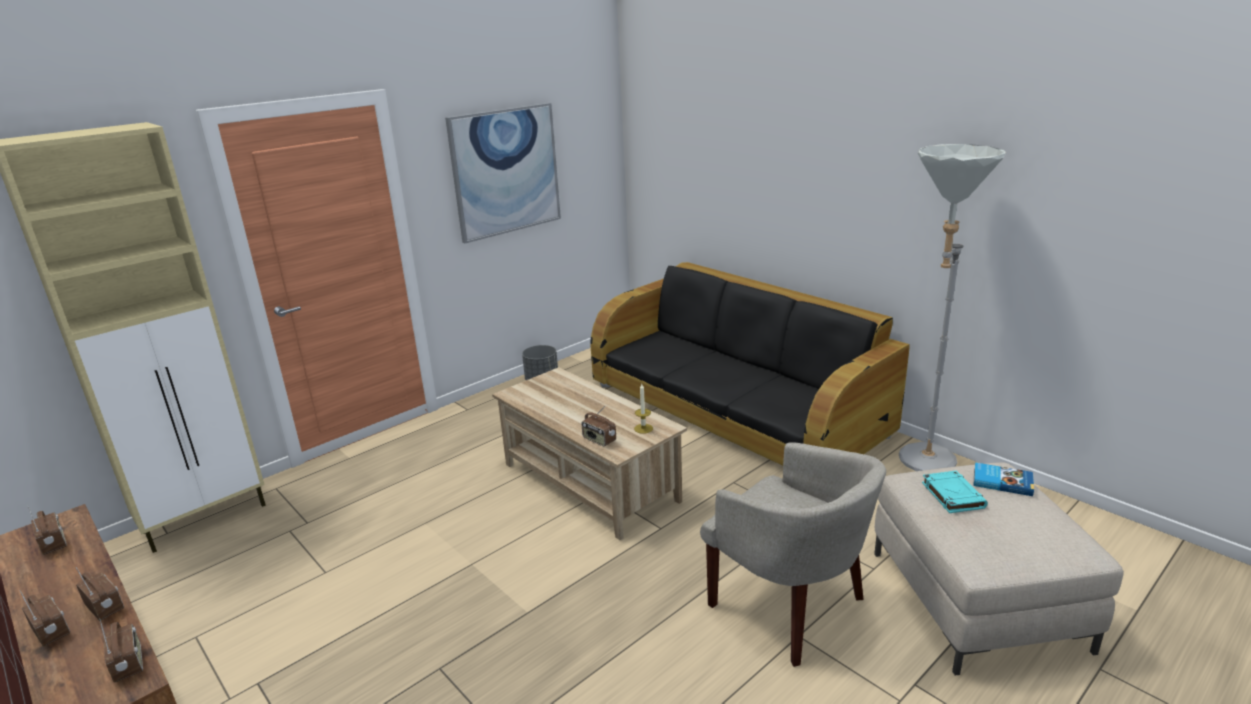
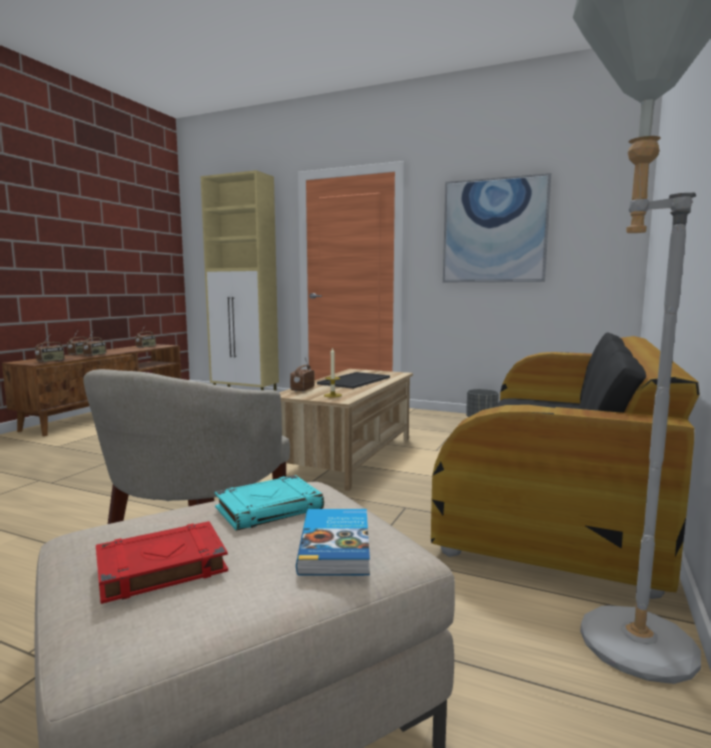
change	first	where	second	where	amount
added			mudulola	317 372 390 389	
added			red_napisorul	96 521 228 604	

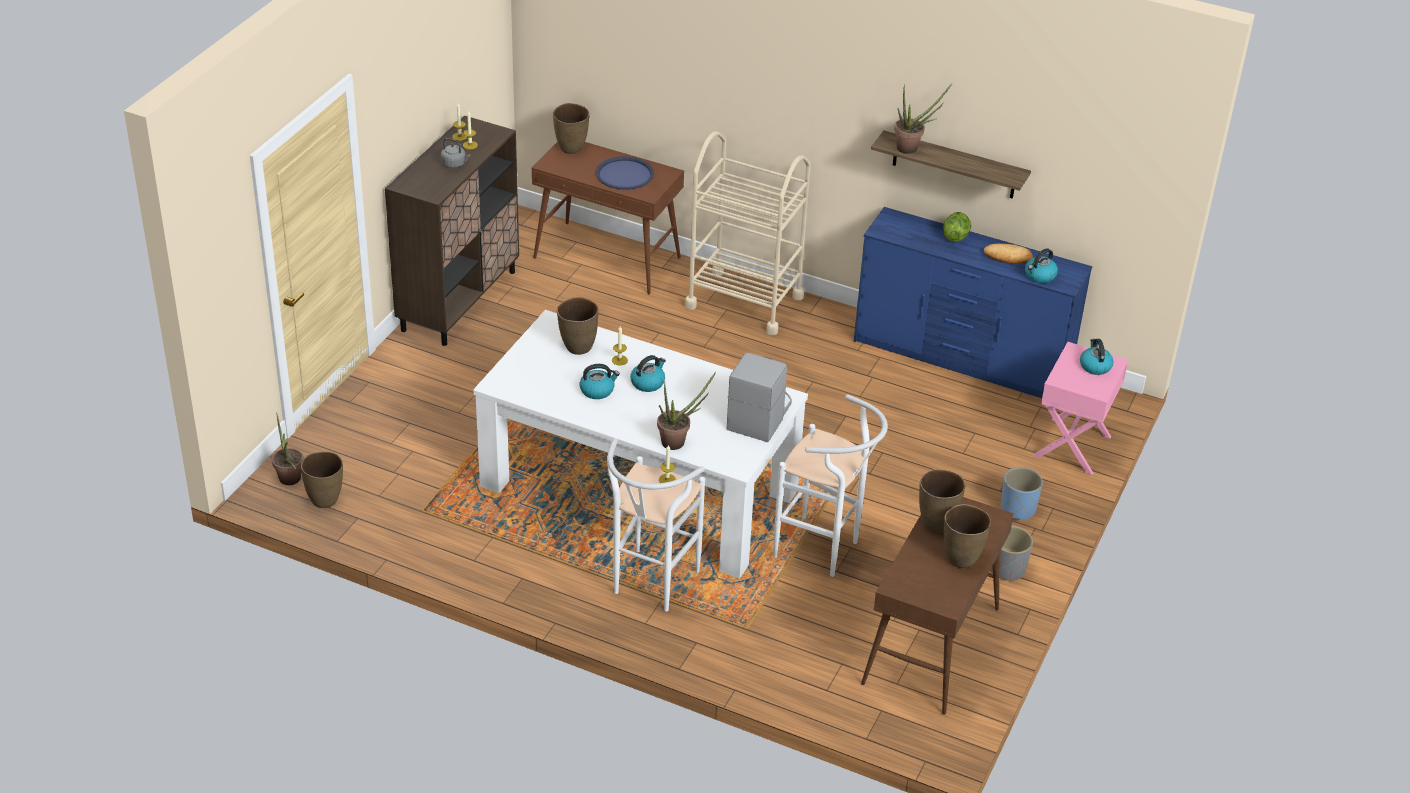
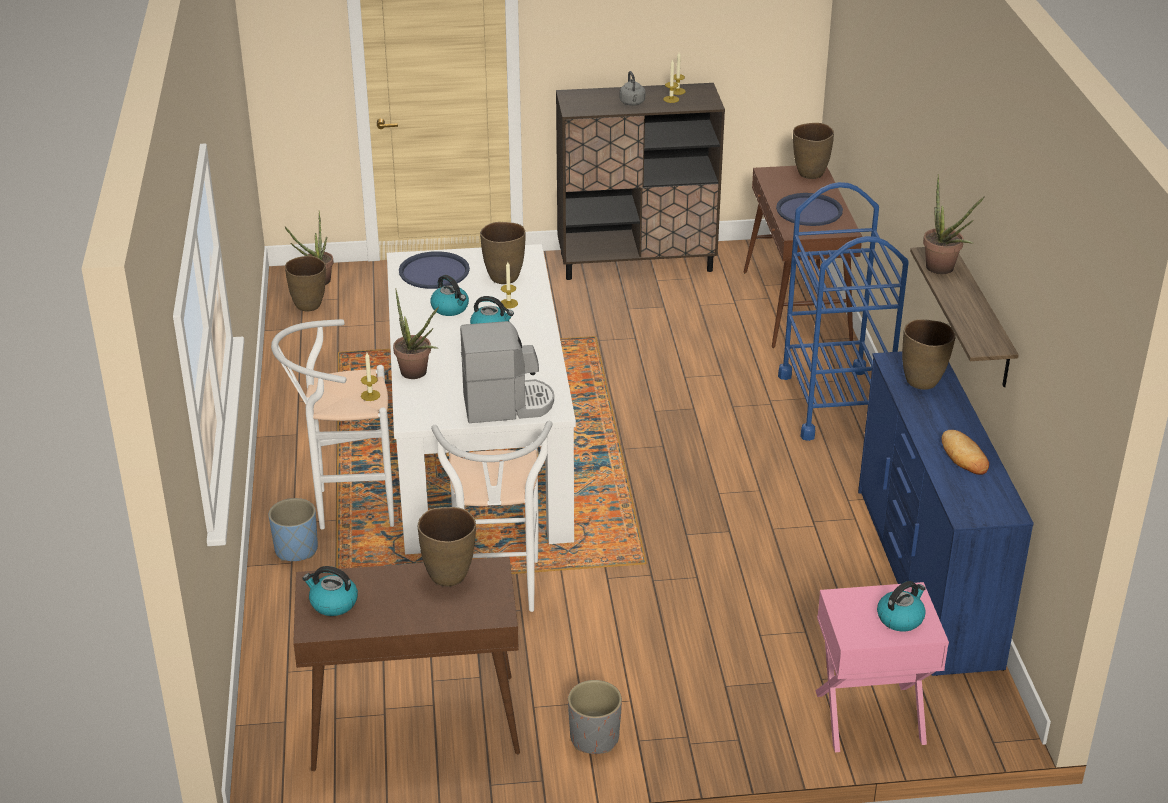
change	first	where	second	where	amount
recoloured	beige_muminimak	685 131 811 335	blue_muminimak	778 182 909 441	
removed	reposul	943 212 971 242			
moved	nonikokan	1025 248 1058 283		303 566 358 616	
moved	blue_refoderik	1001 467 1043 520		269 498 318 561	
moved	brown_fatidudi	943 504 991 568		902 319 956 390	
added			blue_mudulola	399 251 470 289	

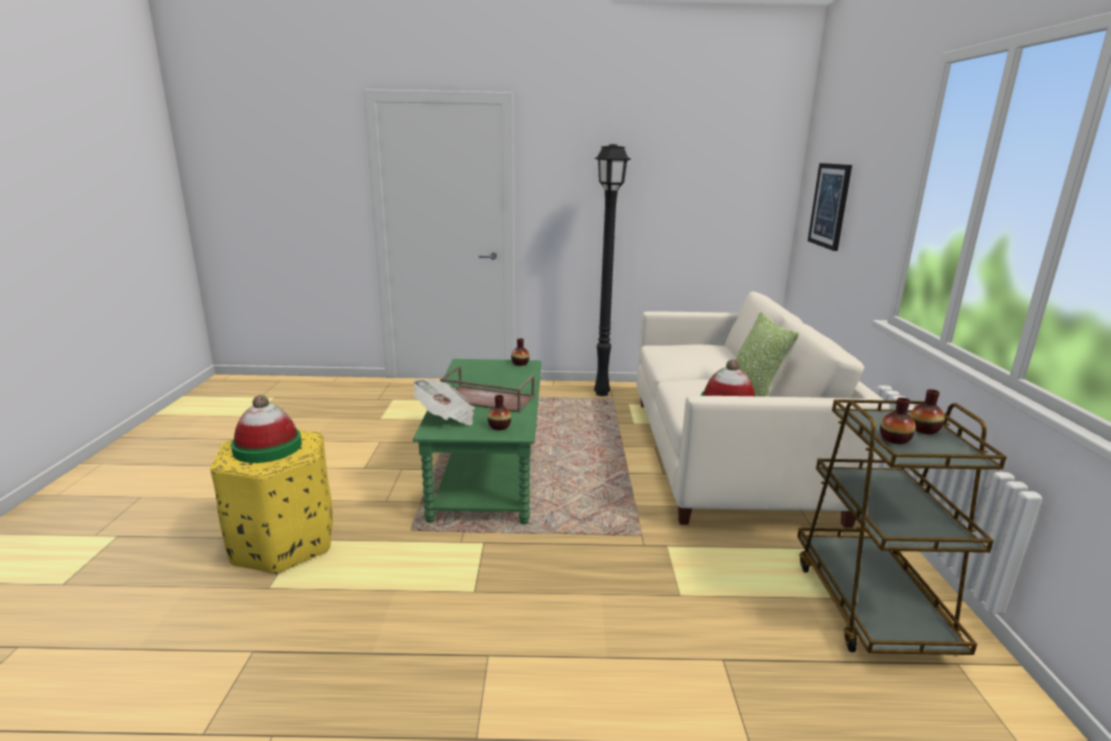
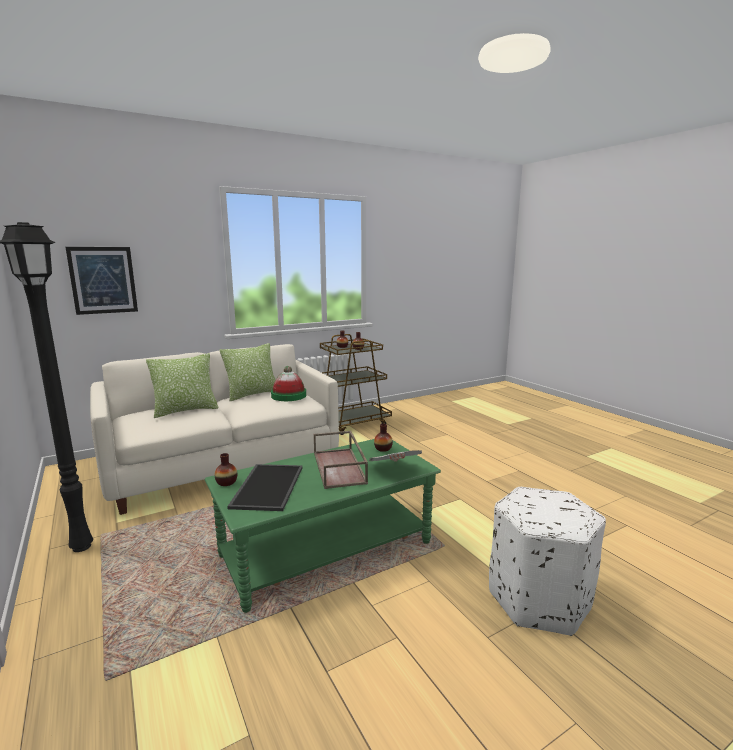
change	first	where	second	where	amount
removed	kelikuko	231 395 302 463			
recoloured	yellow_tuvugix	210 430 333 575	white_tuvugix	489 487 606 636	
added			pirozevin	146 353 218 418	
added			mudulola	227 464 302 511	

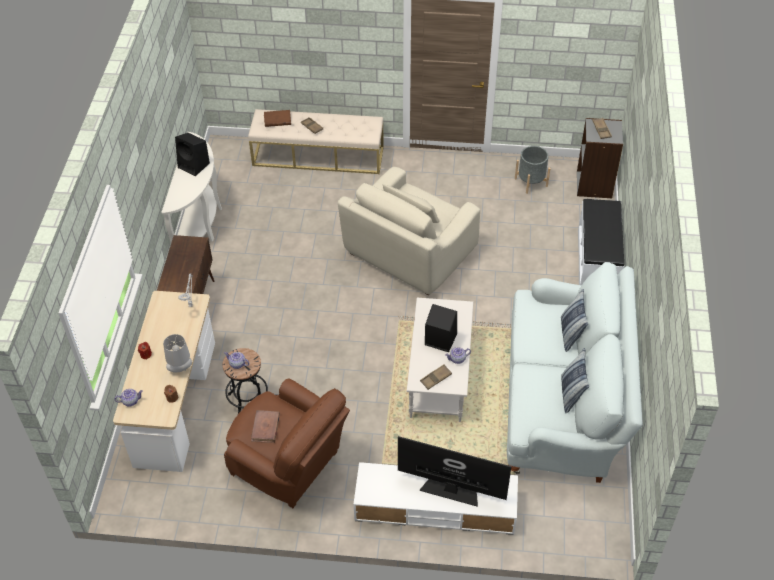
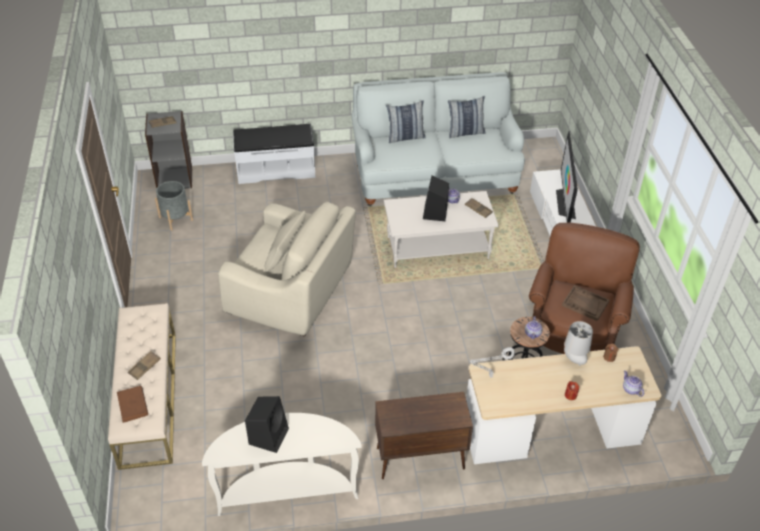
change	first	where	second	where	amount
replaced	brown_napisorul	251 410 280 443	brown_mudulola	562 285 609 321	

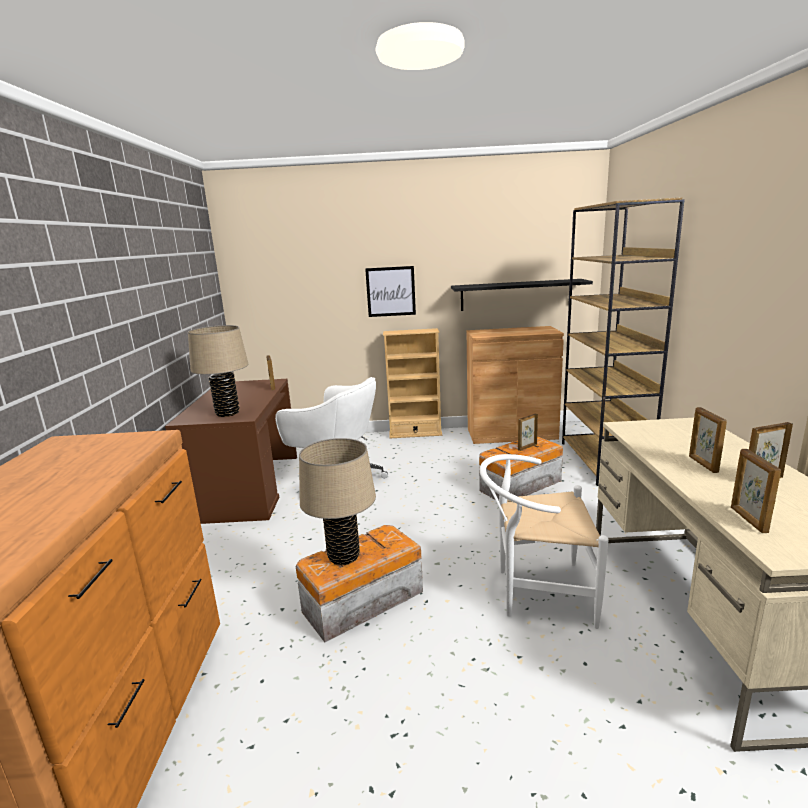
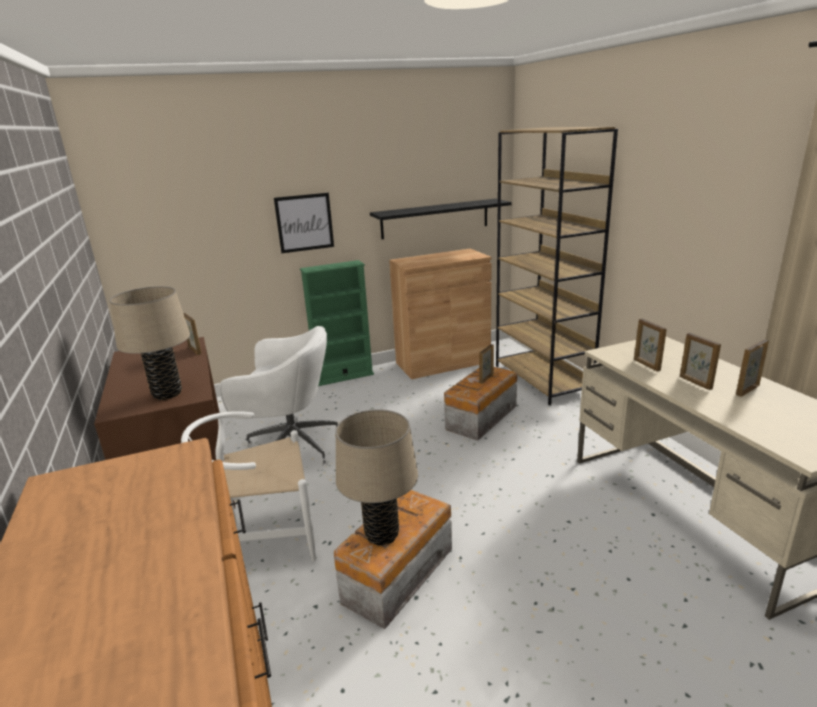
change	first	where	second	where	amount
recoloured	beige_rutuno	383 328 442 438	green_rutuno	300 260 374 386	
moved	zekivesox	731 449 781 533		634 319 667 372	
moved	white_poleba	480 454 608 629		181 411 316 562	

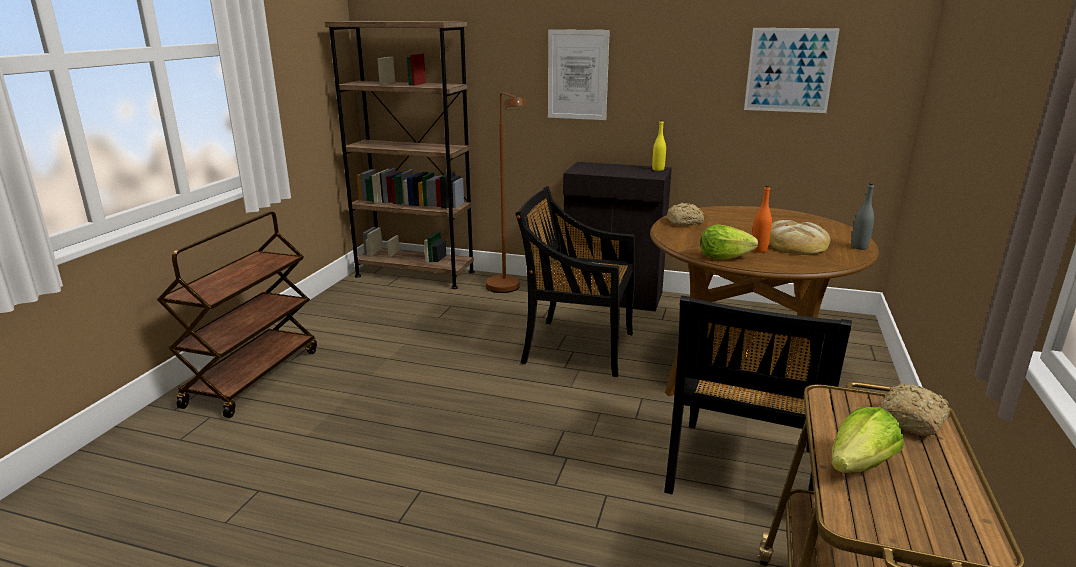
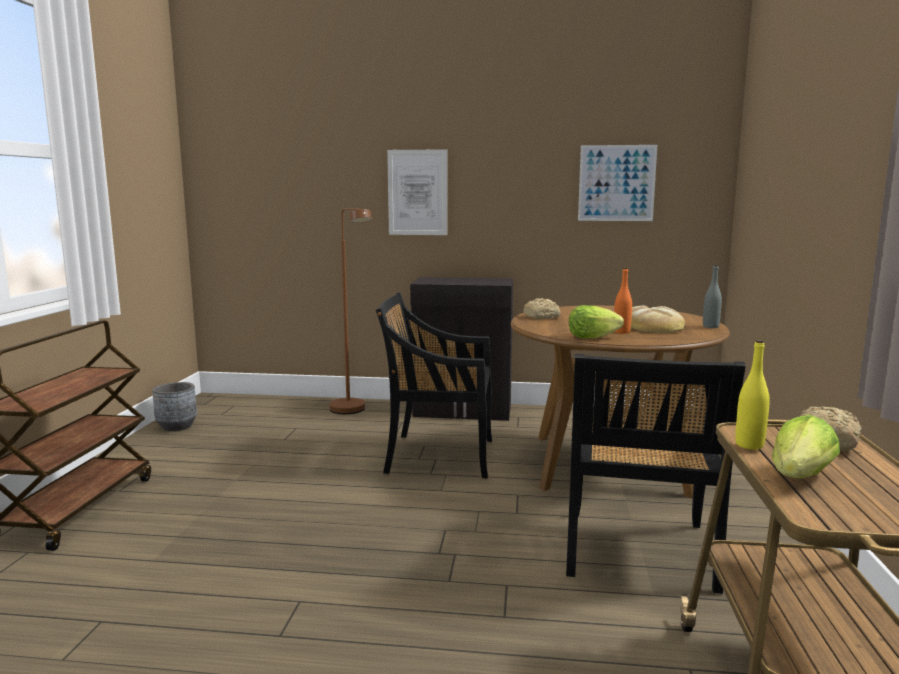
change	first	where	second	where	amount
removed	brown_rutuno	325 21 475 289			
moved	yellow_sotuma	652 120 666 171		735 340 770 450	
added			grey_refoderik	152 382 197 431	

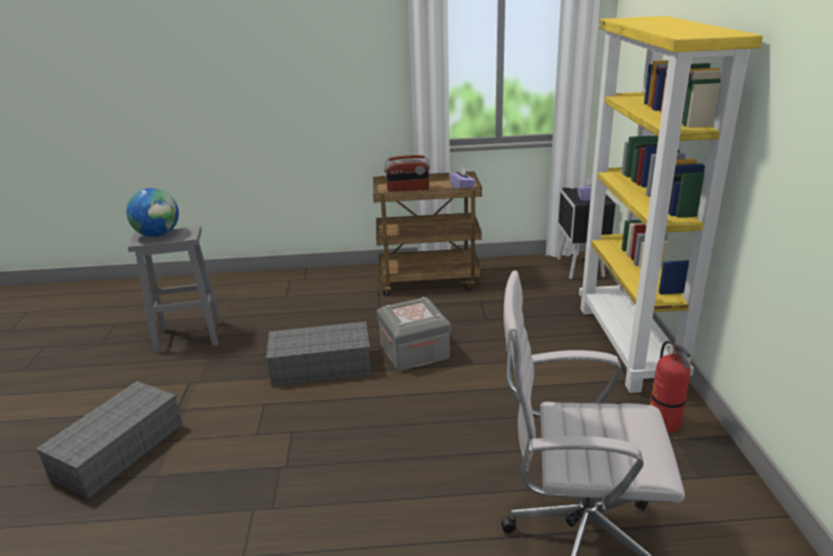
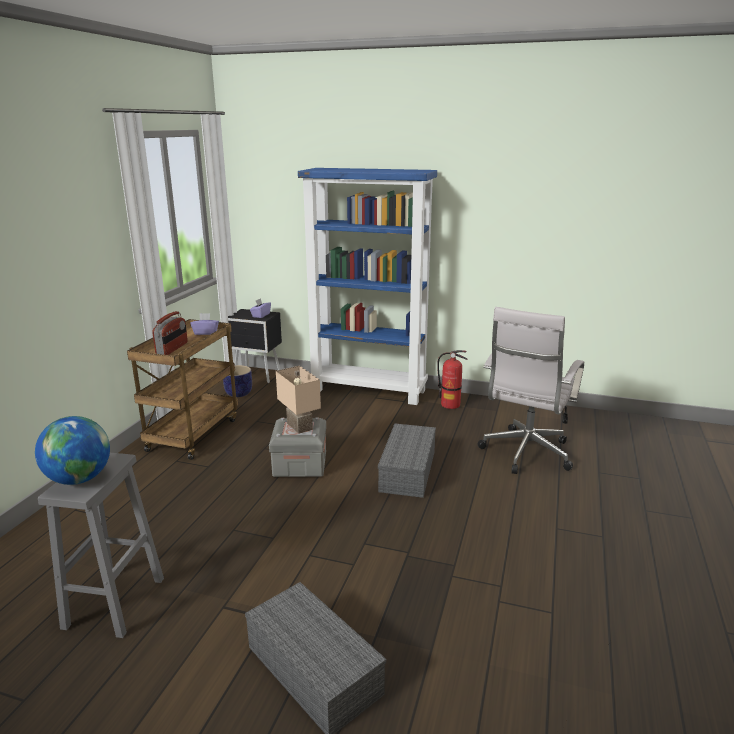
change	first	where	second	where	amount
recoloured	yellow_rutuno	579 16 763 393	blue_rutuno	298 168 437 405	
moved	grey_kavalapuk	266 321 371 386		378 423 436 498	
added			refoderik	223 365 252 397	
added			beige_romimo	276 366 321 434	

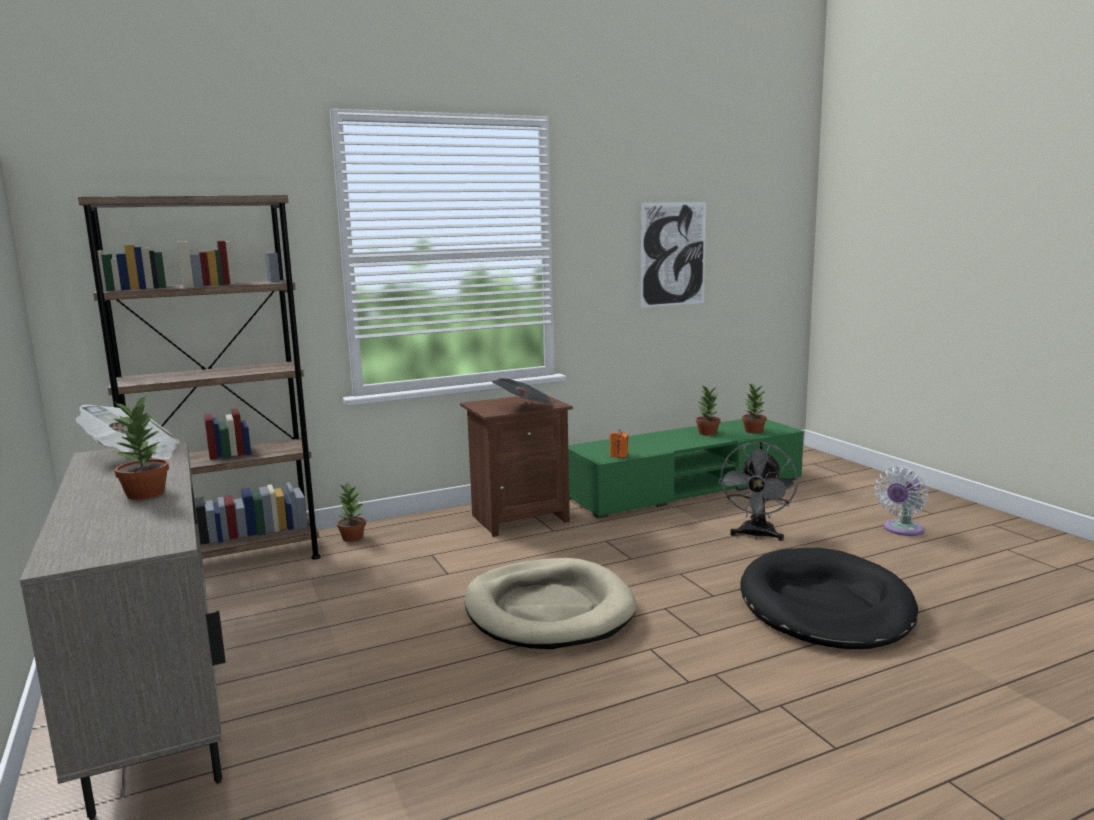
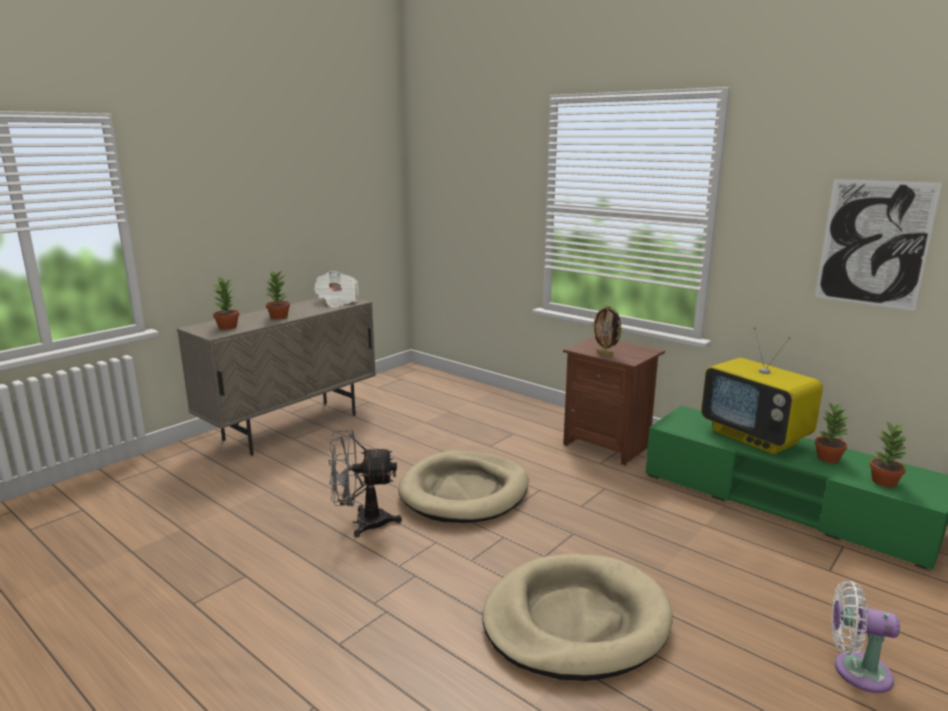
change	first	where	second	where	amount
removed	brown_rutuno	78 195 321 559			
replaced	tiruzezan	492 378 554 403	zekivesox	591 305 622 356	
removed	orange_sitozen	610 429 629 458			
moved	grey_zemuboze	718 442 798 541		329 430 402 538	
moved	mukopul	337 482 366 542		212 277 239 330	
recoloured	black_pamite	740 548 918 649	beige_pamite	482 554 673 681	
added			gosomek	701 327 823 454	

